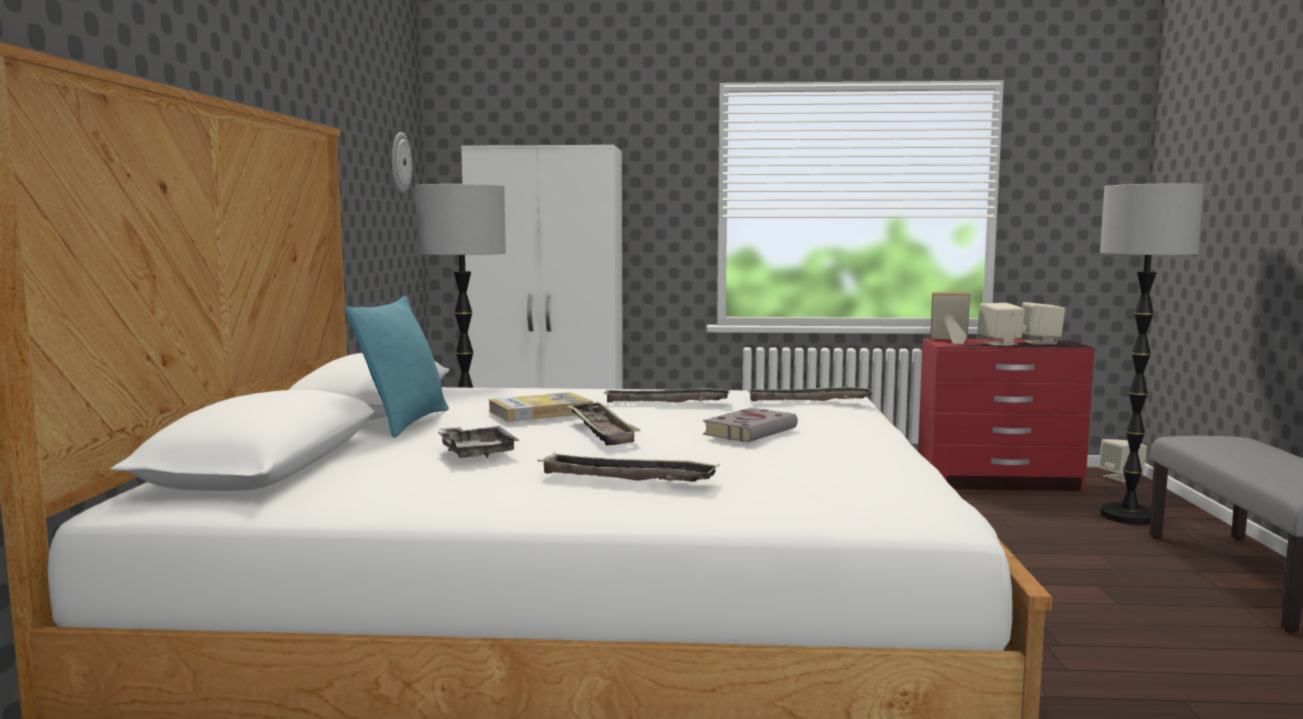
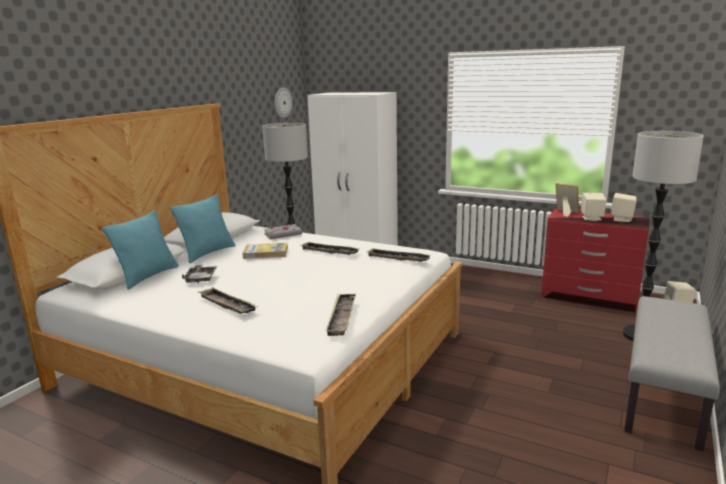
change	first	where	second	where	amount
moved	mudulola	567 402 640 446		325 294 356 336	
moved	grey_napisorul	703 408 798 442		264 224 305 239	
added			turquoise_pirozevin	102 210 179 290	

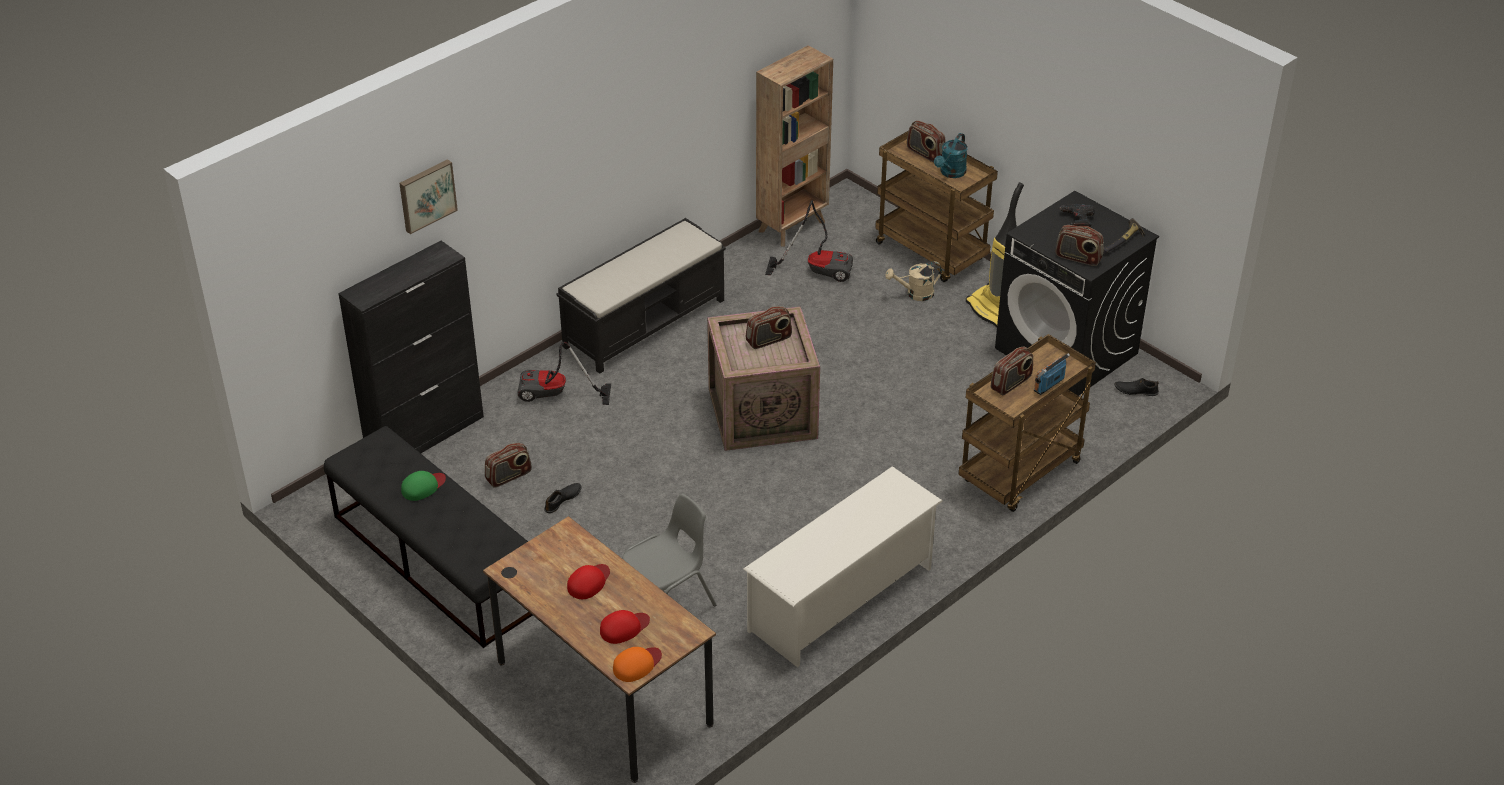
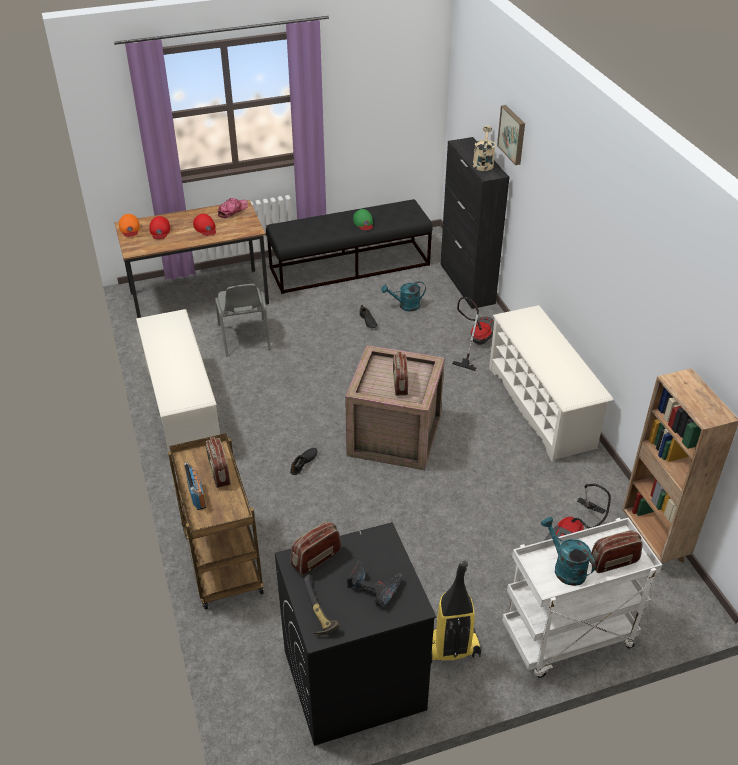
change	first	where	second	where	amount
recoloured	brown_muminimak	875 131 998 282	white_muminimak	502 518 662 678	
replaced	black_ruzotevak	556 218 726 374	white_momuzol	489 305 613 462	
moved	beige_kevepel	885 261 942 301		473 126 496 171	
moved	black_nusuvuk	1114 378 1159 396		290 448 317 475	
replaced	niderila	485 443 532 488	turquoise_kevepel	381 281 426 311	
added			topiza	218 198 248 218	

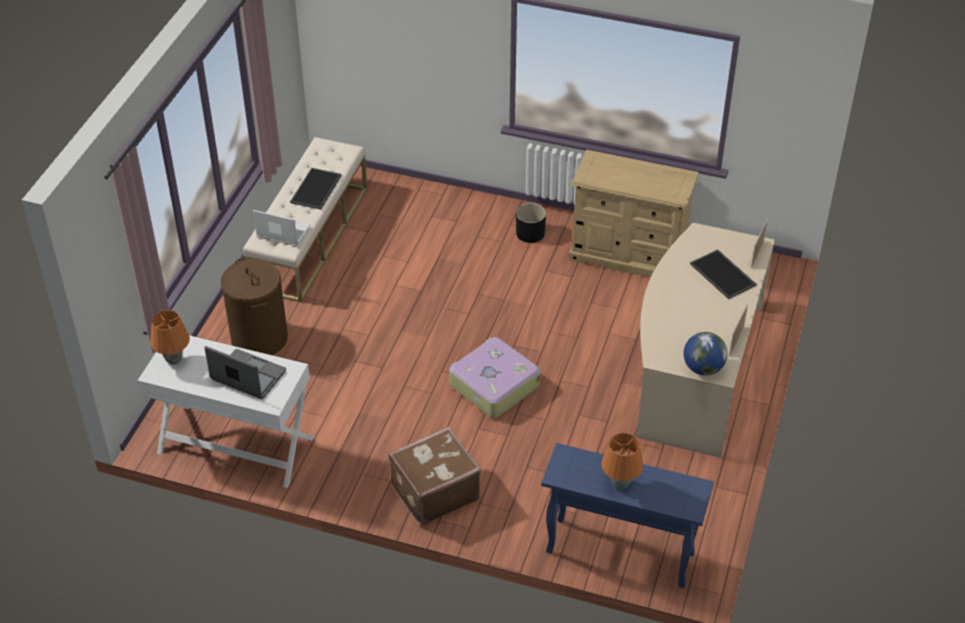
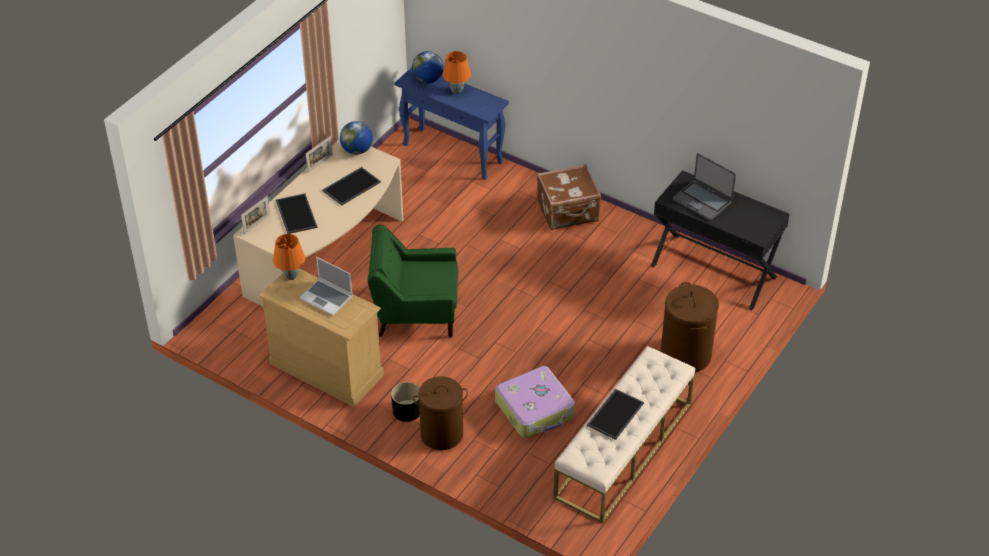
change	first	where	second	where	amount
moved	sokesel	253 210 311 247		299 257 353 316	
moved	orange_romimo	150 310 190 365		273 234 305 280	
recoloured	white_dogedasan	137 335 315 488	black_dogedasan	651 170 790 310	
moved	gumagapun	449 337 540 418		495 366 575 438	
added			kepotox	412 51 444 83	
added			mudulola	323 167 381 206	
added			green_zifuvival	367 224 458 338	
added			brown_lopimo	413 376 468 450	

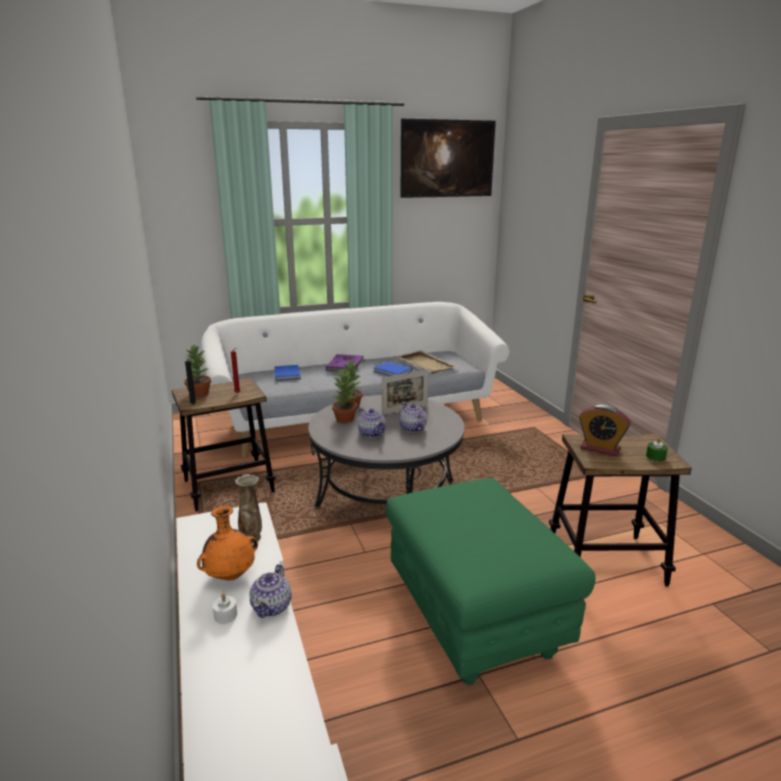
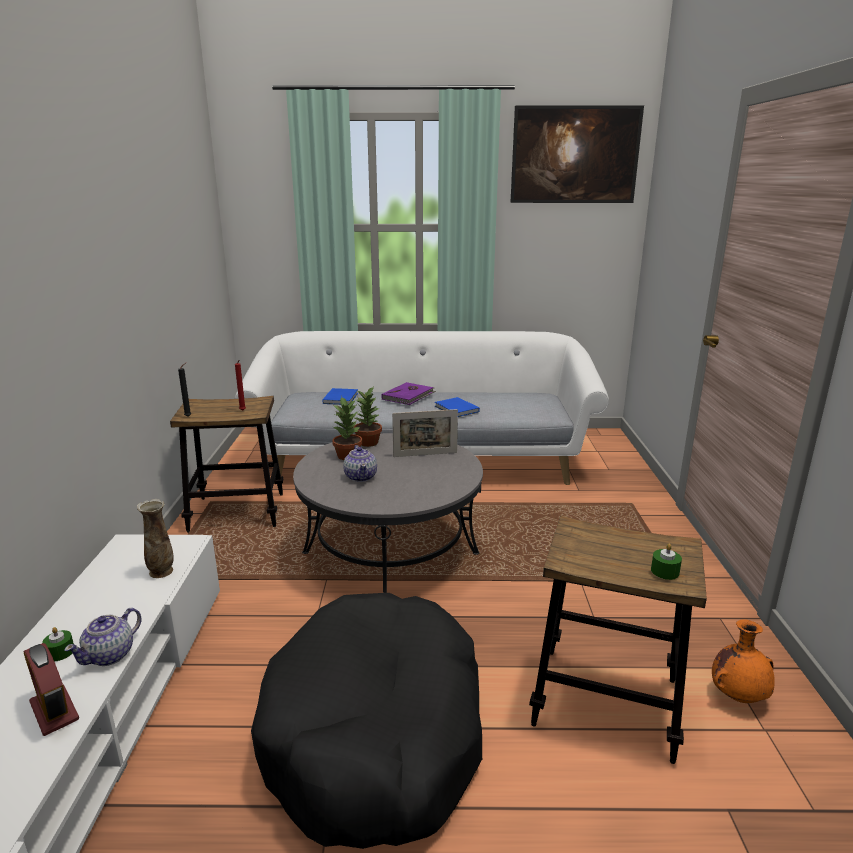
change	first	where	second	where	amount
removed	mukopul	184 345 211 397			
removed	beige_mudulola	394 351 459 373			
removed	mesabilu	399 402 427 432			
moved	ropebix	579 405 631 457		23 643 79 736	
replaced	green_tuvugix	386 478 595 685	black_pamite	251 593 482 849	
moved	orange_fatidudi	197 506 258 581		712 619 775 703	
recoloured	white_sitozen	213 594 237 624	green_sitozen	42 627 74 661	

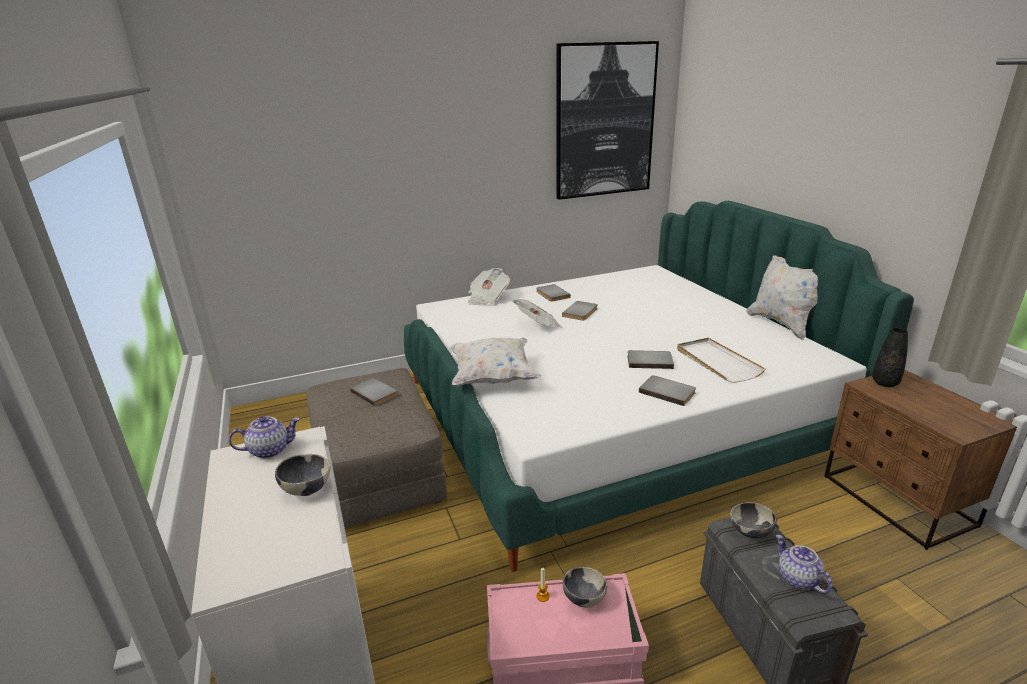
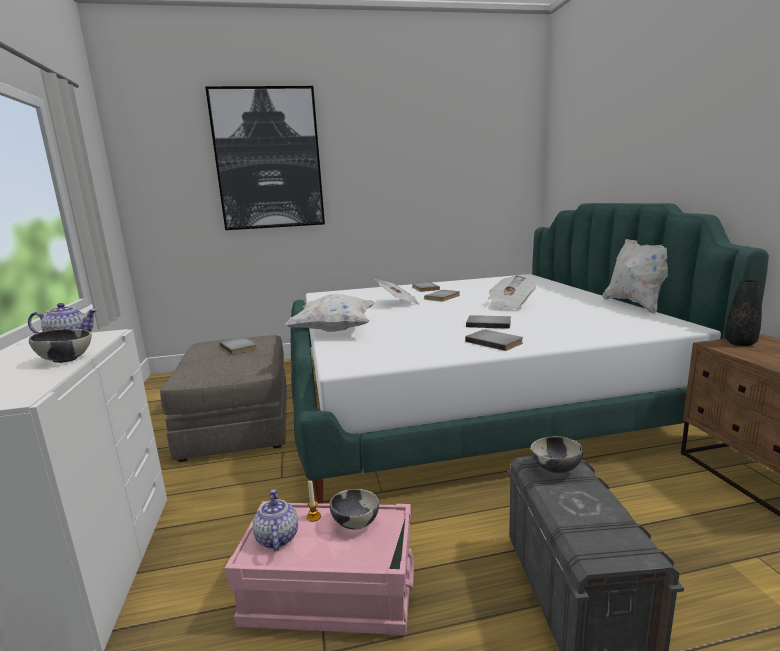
change	first	where	second	where	amount
moved	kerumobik	557 41 659 200		205 86 325 230	
moved	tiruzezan	468 268 510 305		487 275 536 311	
removed	white_mudulola	677 338 766 383			
moved	mesabilu	776 535 833 594		252 490 298 552	

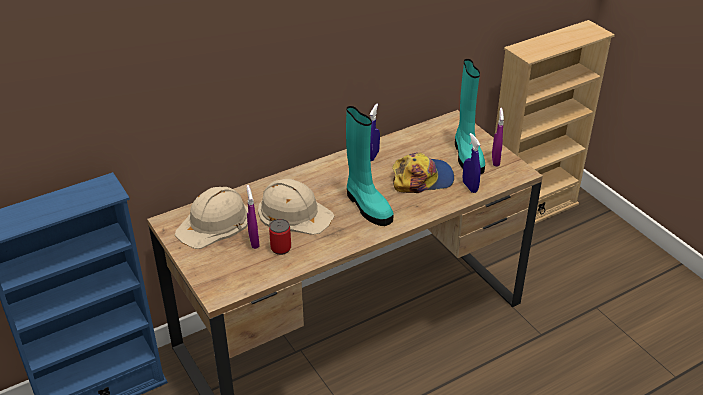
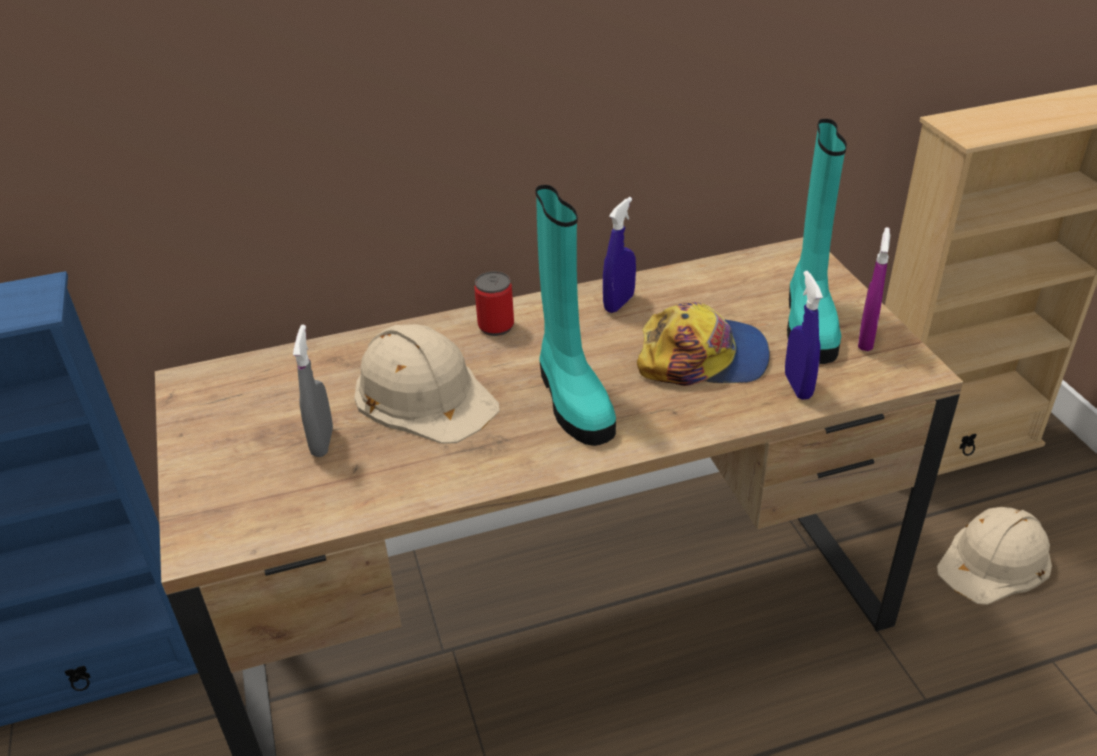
change	first	where	second	where	amount
recoloured	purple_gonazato	247 185 260 249	grey_gonazato	293 325 333 457	
moved	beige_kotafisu	175 187 248 249		937 507 1052 605	
moved	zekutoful	269 219 291 255		474 271 514 336	

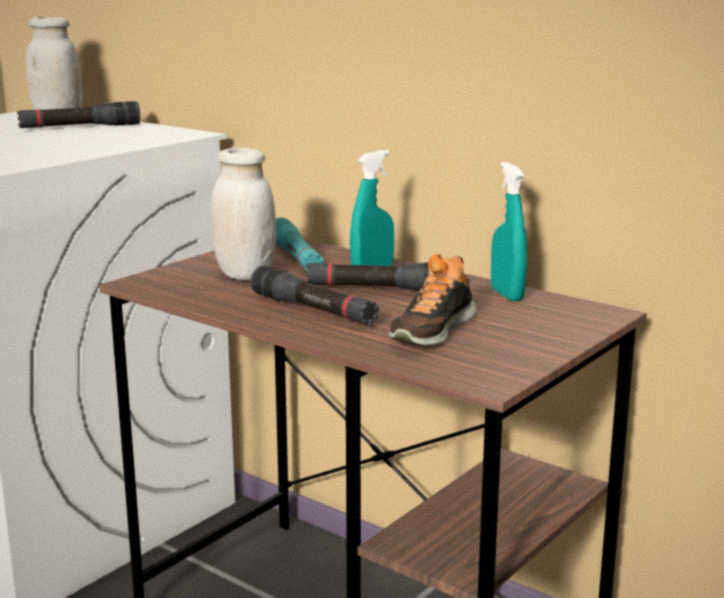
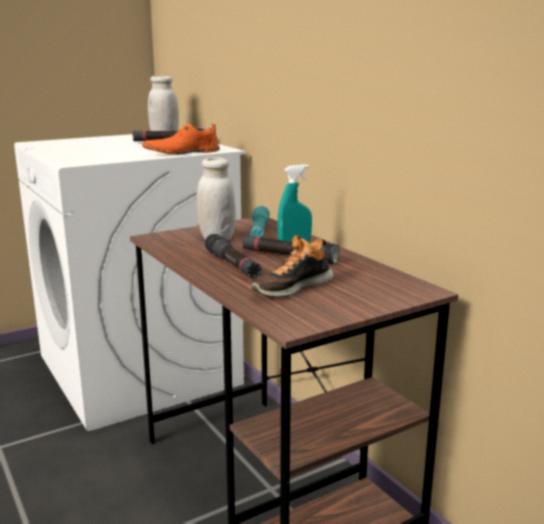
change	first	where	second	where	amount
removed	turquoise_gonazato	491 162 527 301			
added			orange_nusuvuk	142 124 220 155	

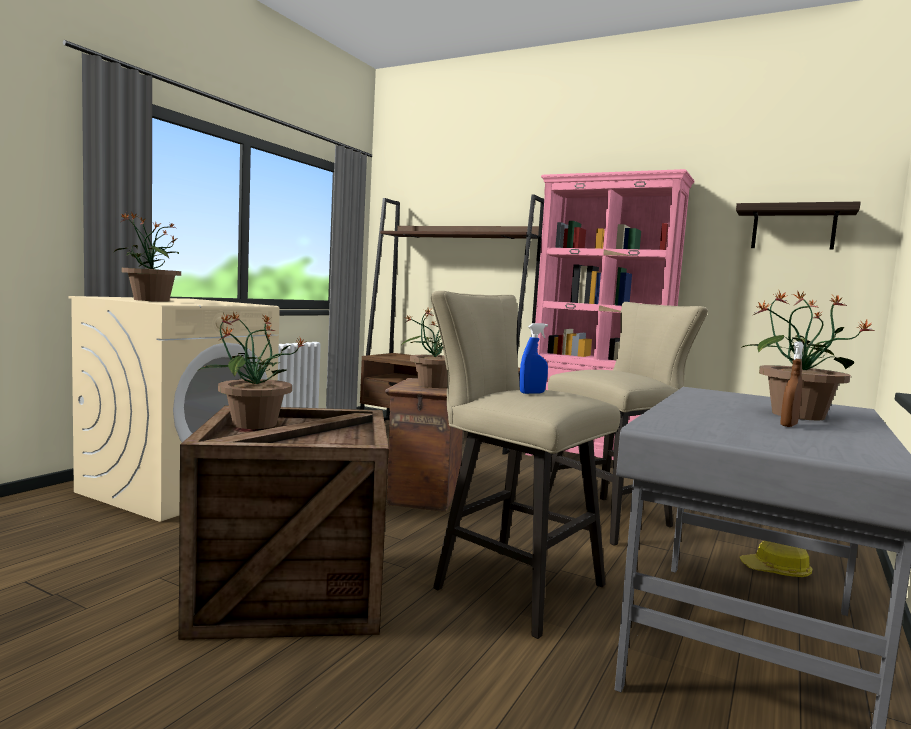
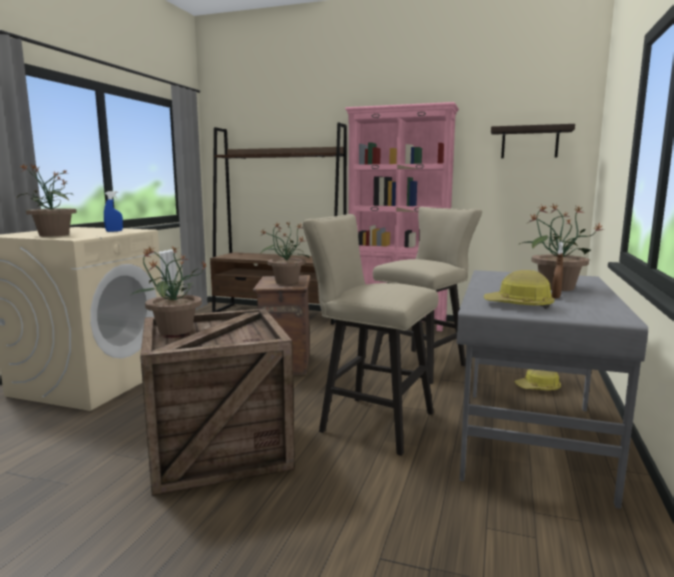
change	first	where	second	where	amount
moved	blue_gonazato	519 323 548 394		104 191 123 232	
added			kotafisu	484 270 554 309	

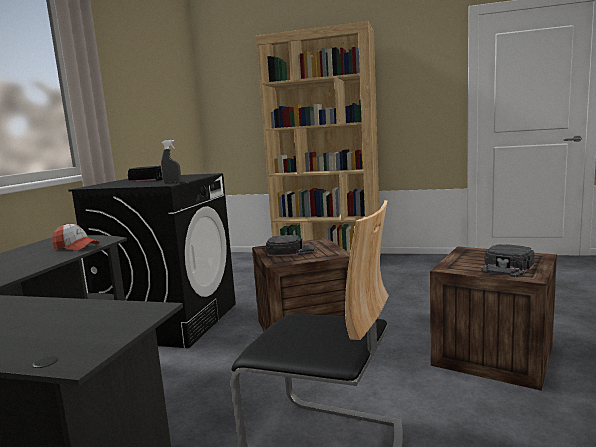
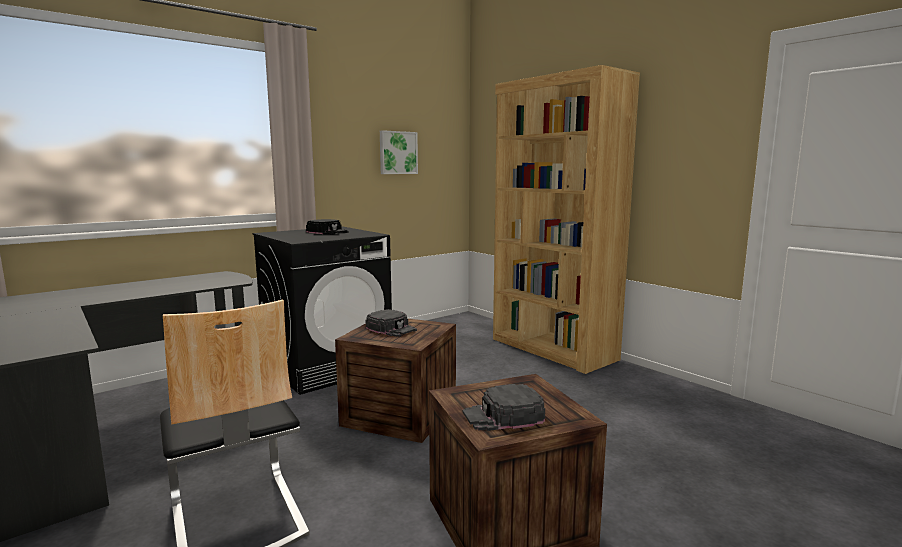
change	first	where	second	where	amount
removed	grey_gonazato	161 140 181 183			
removed	topiza	52 223 99 251			
added			kerumobik	380 130 418 174	

